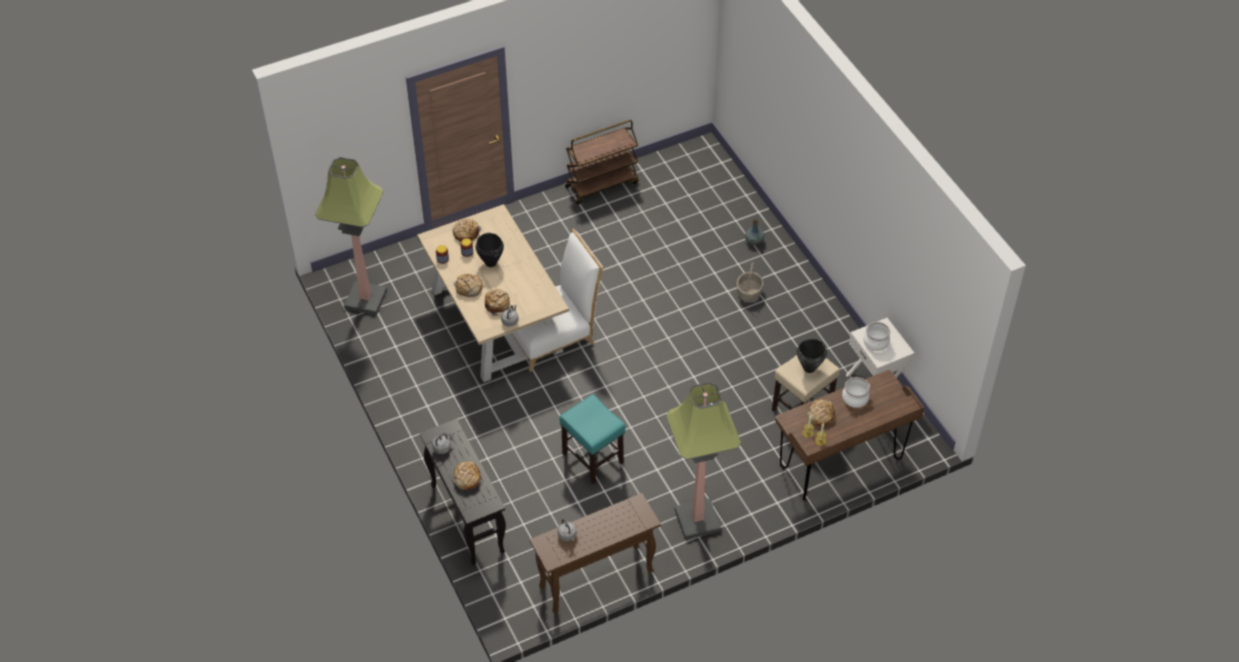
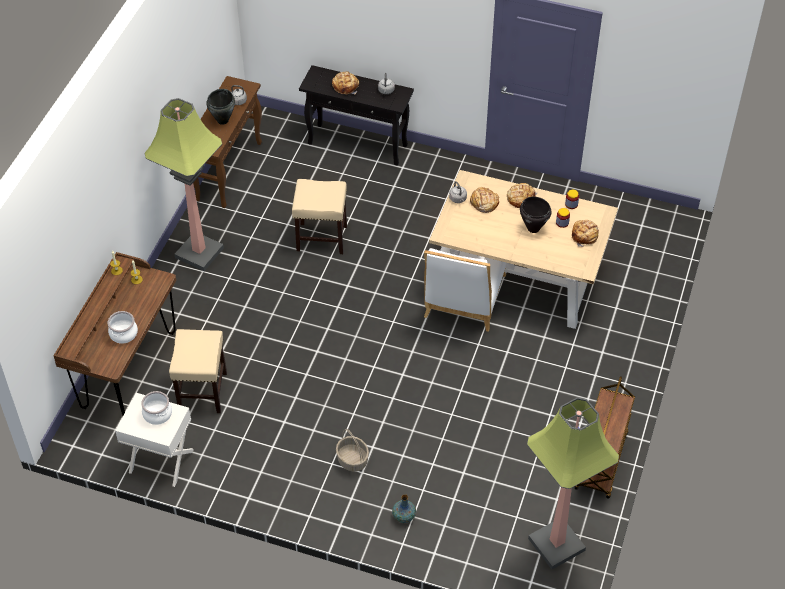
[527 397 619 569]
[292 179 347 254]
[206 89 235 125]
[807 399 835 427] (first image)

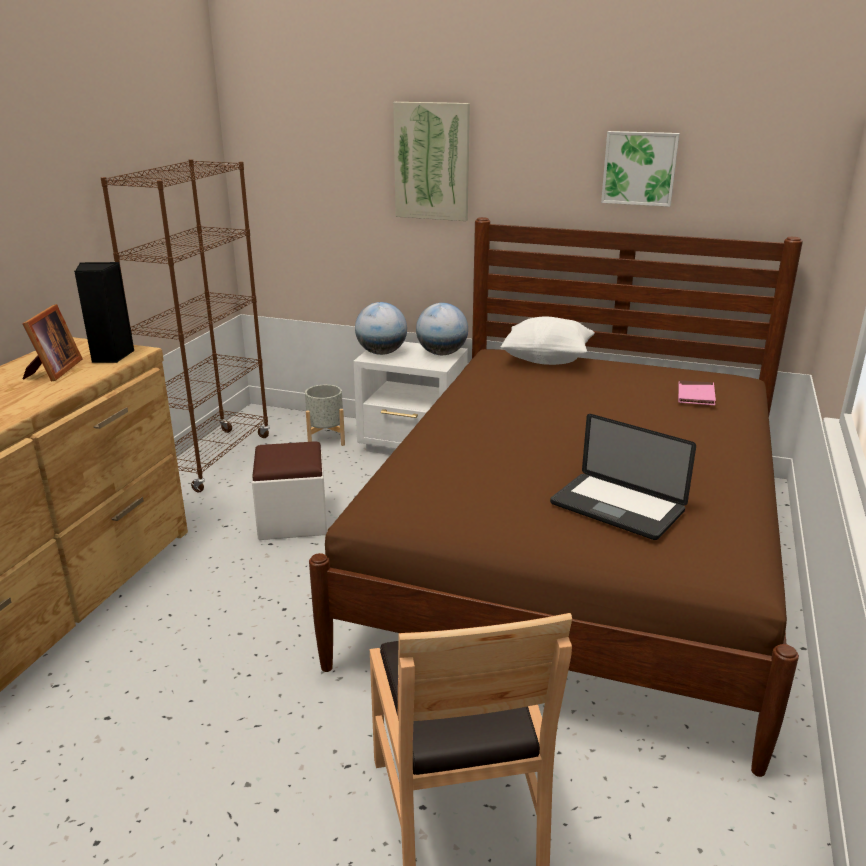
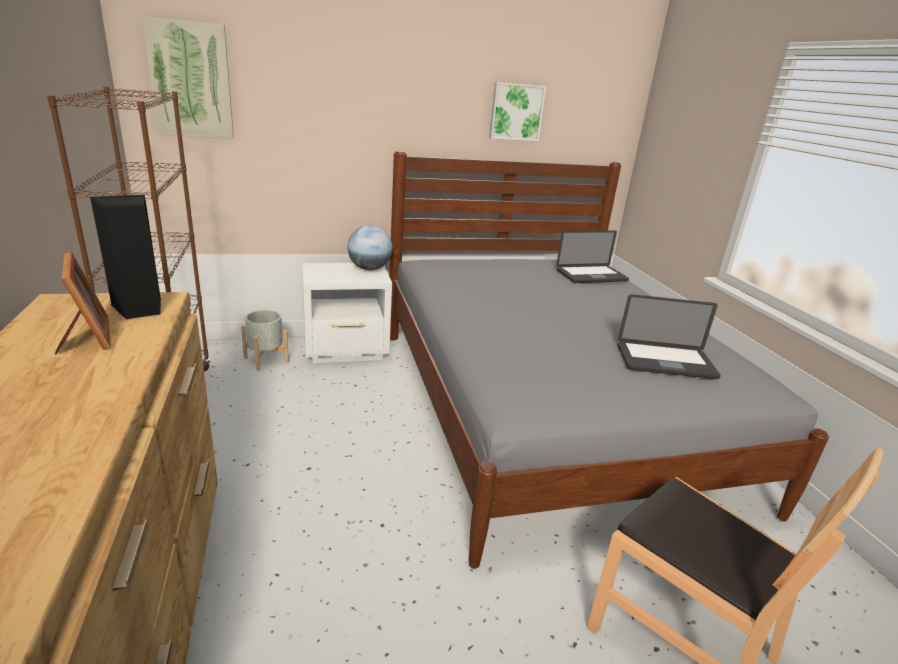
[252 441 327 540] (first image)
[389 151 829 569]
[355 302 407 355] (first image)
[142 17 234 138]
[500 317 594 365] (first image)
[556 231 629 283]

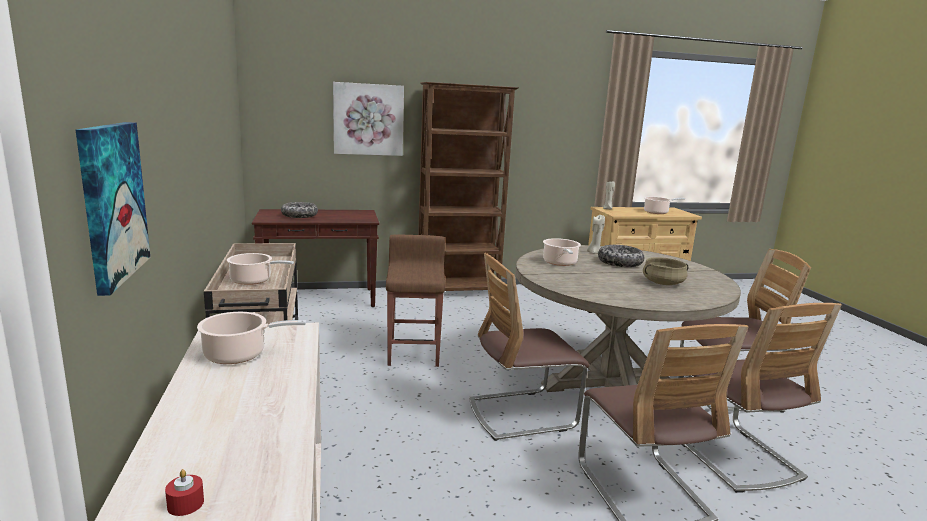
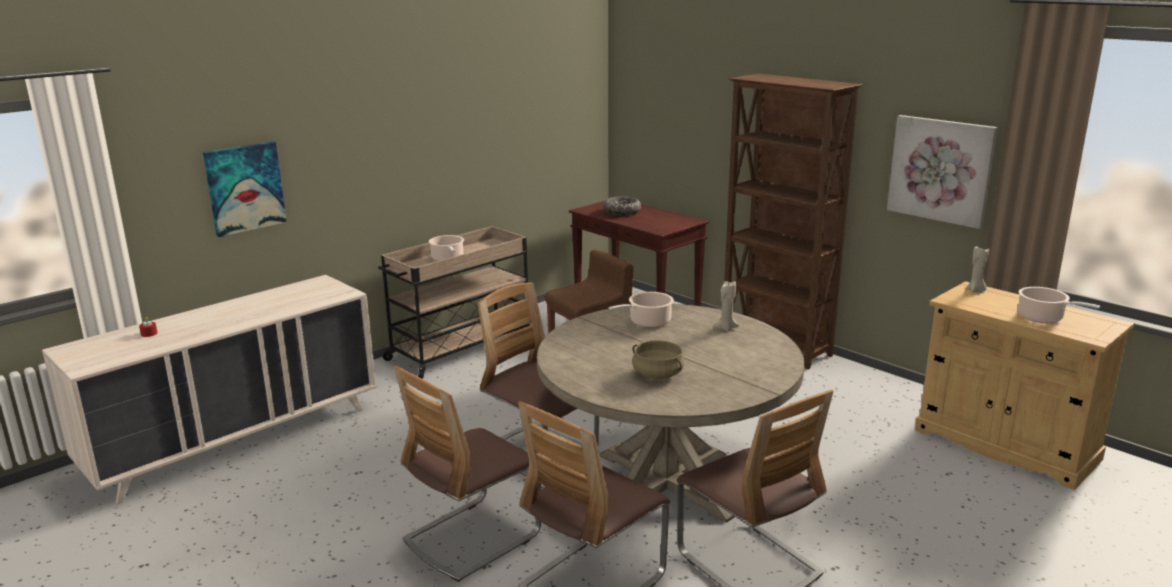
[197 312 307 364] (first image)
[887 115 998 229]
[598 245 644 267] (first image)

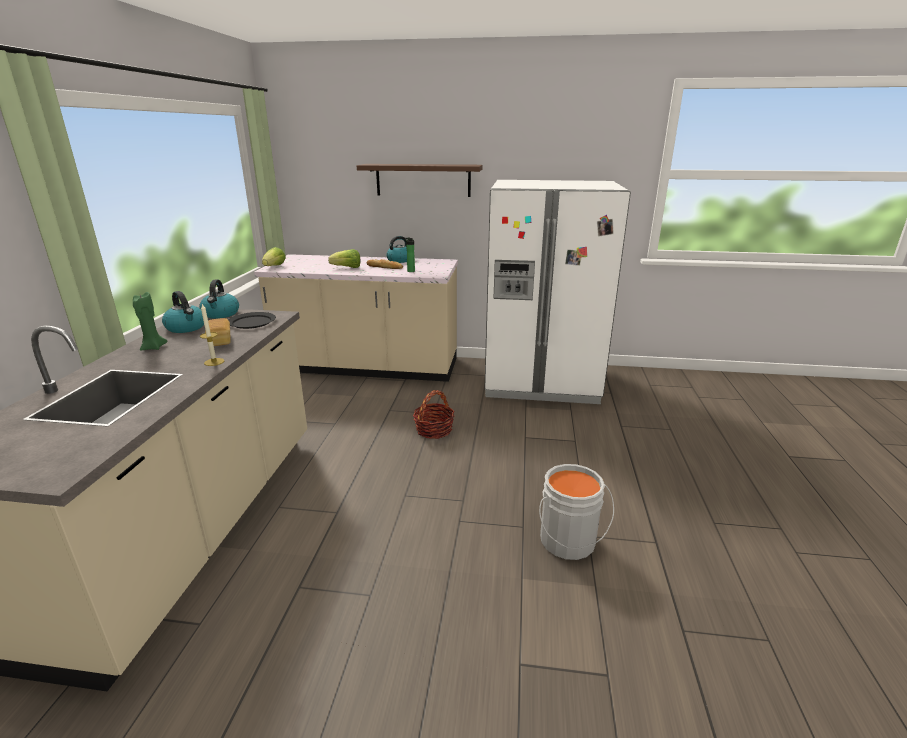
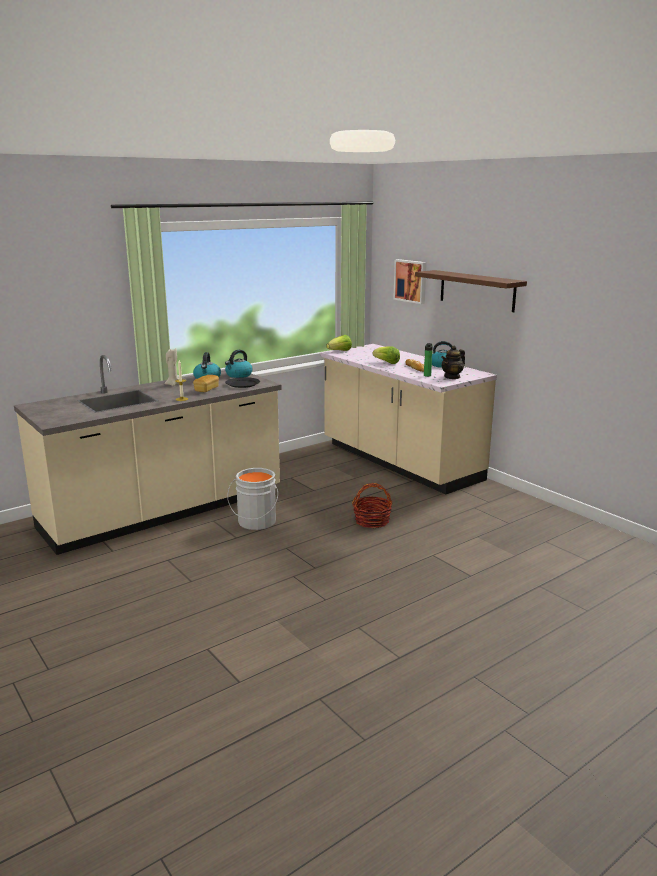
[164 348 183 386]
[485 180 631 404] (first image)
[227 468 278 530]
[393 259 427 304]
[441 345 465 379]

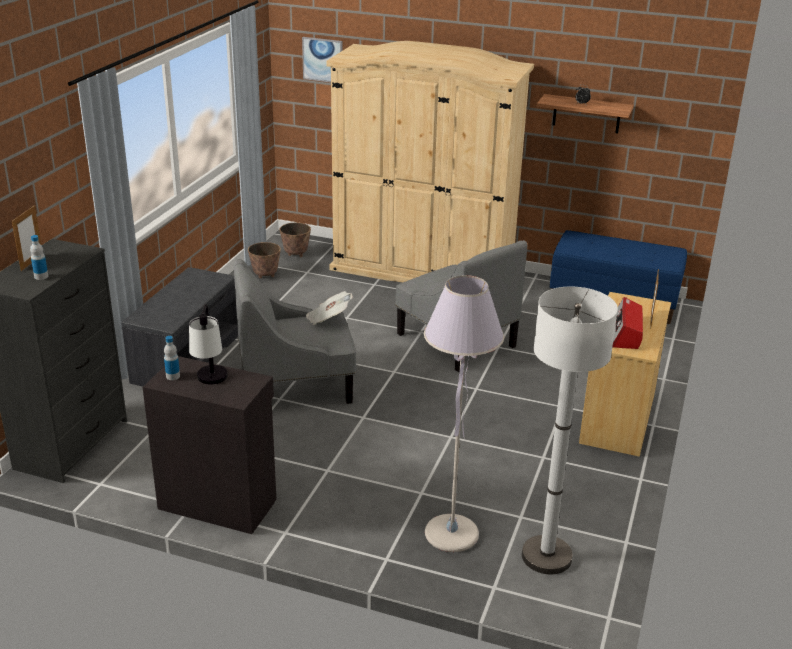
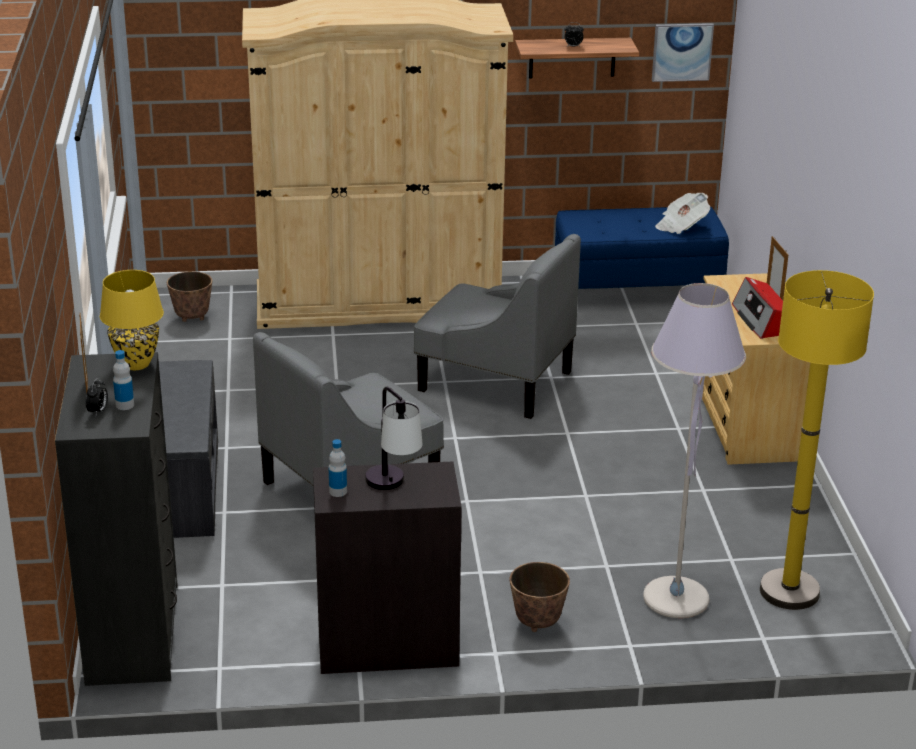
[510 562 570 632]
[652 23 714 82]
[655 193 710 234]
[760 270 874 610]
[86 378 108 415]
[100 270 164 370]

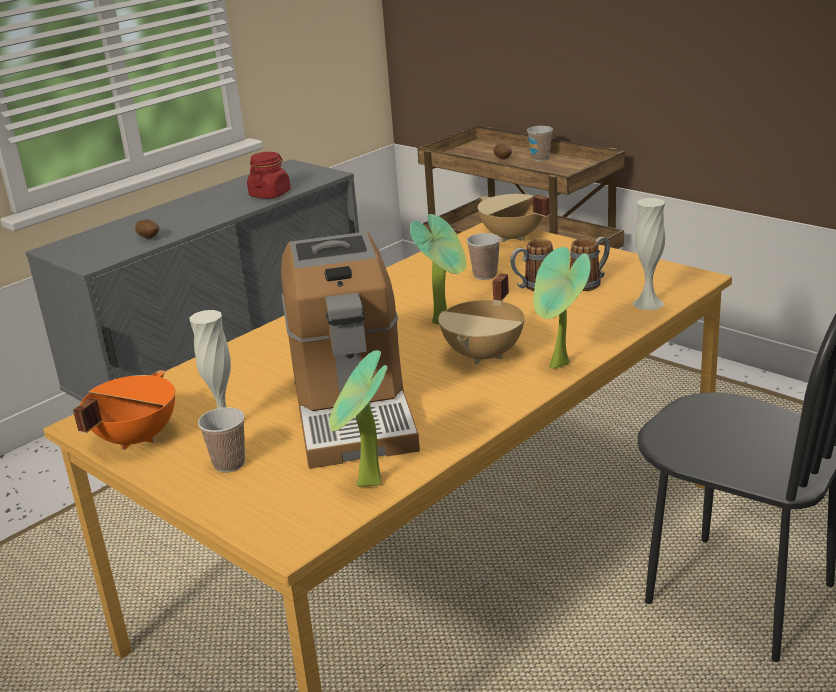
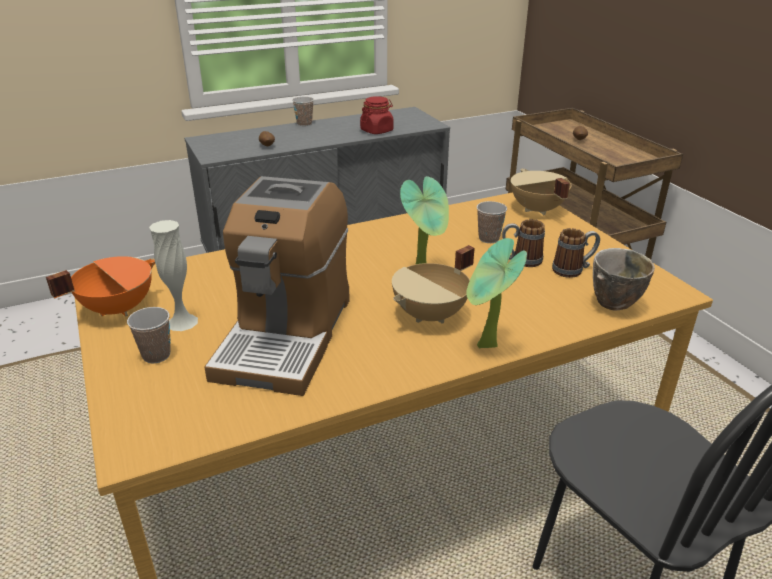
[329 350 387 487] (first image)
[292 96 314 126]
[593 248 655 310]

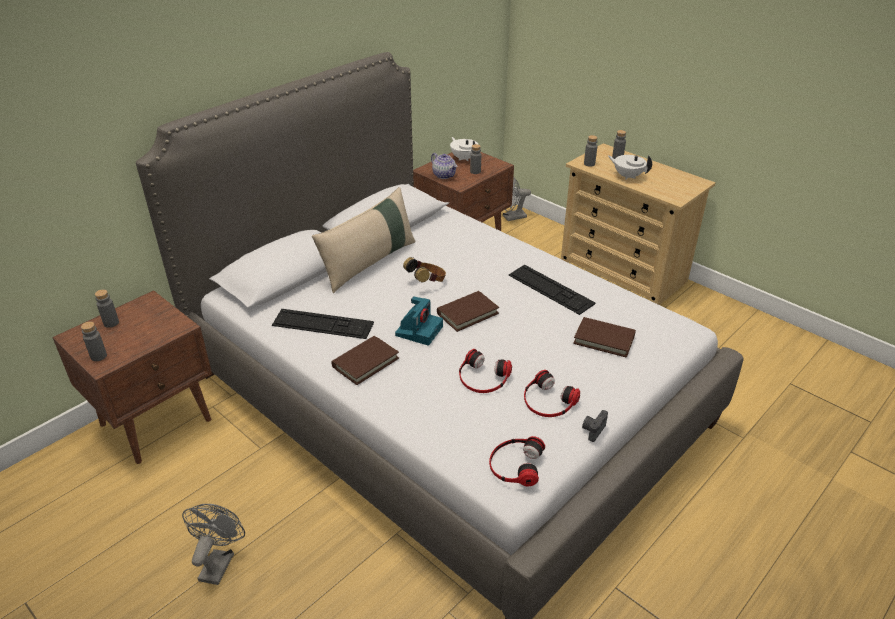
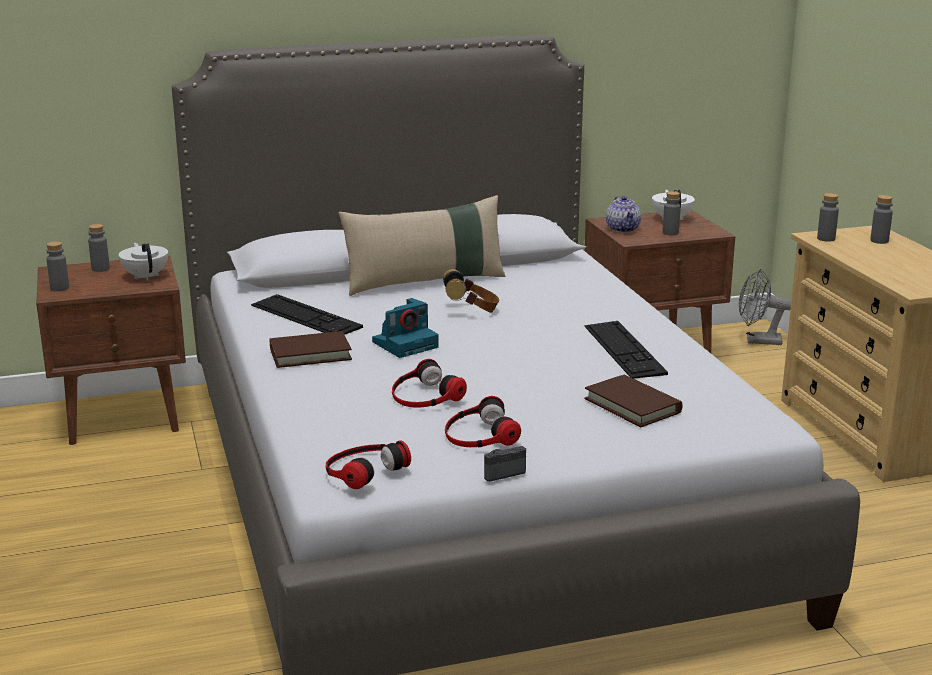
[182 504 245 585] (first image)
[437 291 499 332] (first image)
[118 243 168 281]

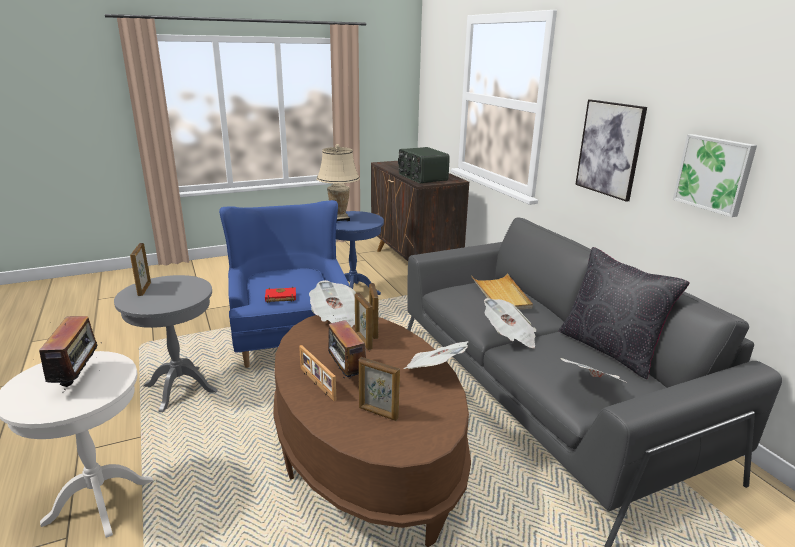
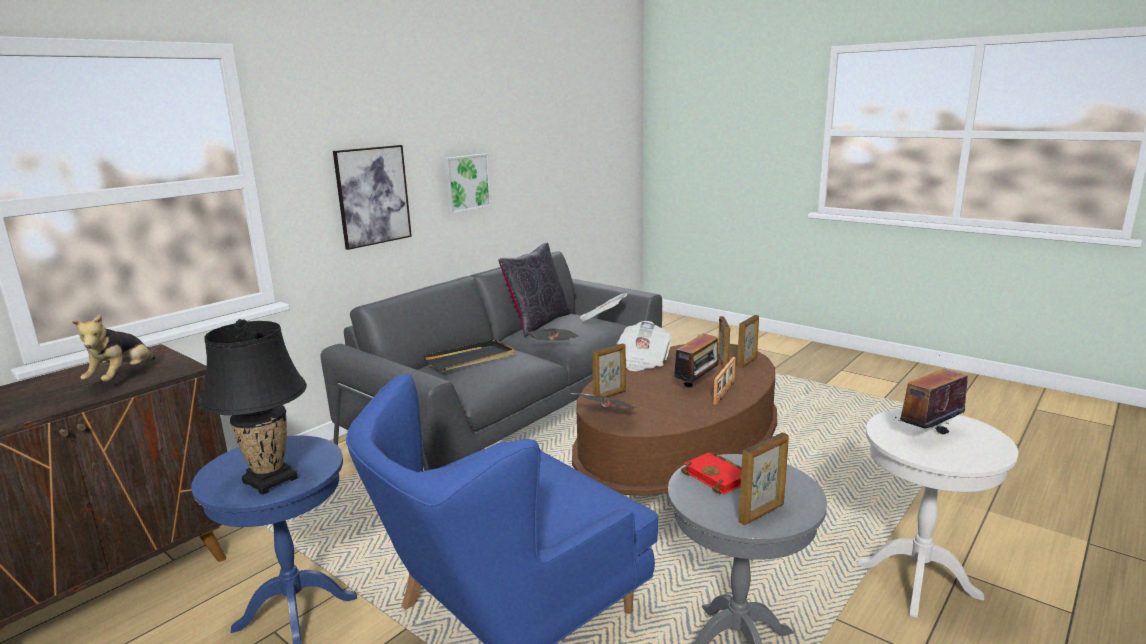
[681 452 742 494]
[200 319 307 495]
[737 315 759 369]
[72 314 155 382]
[424 339 515 373]

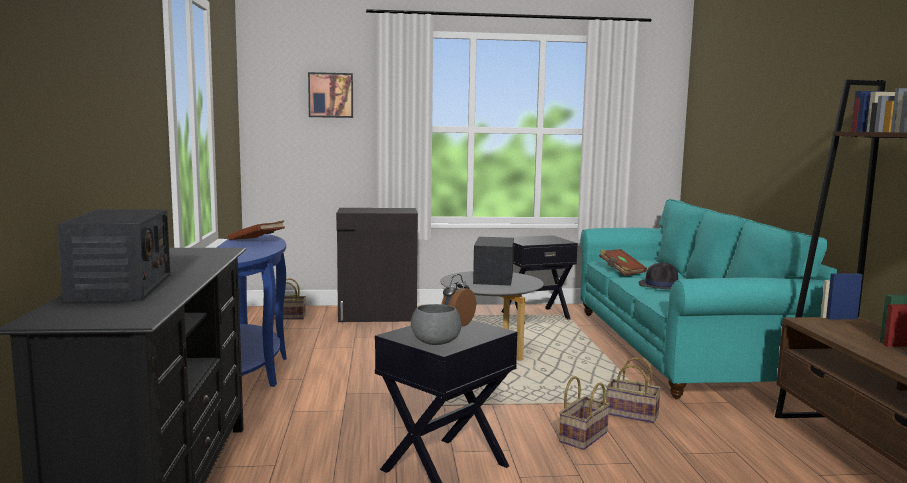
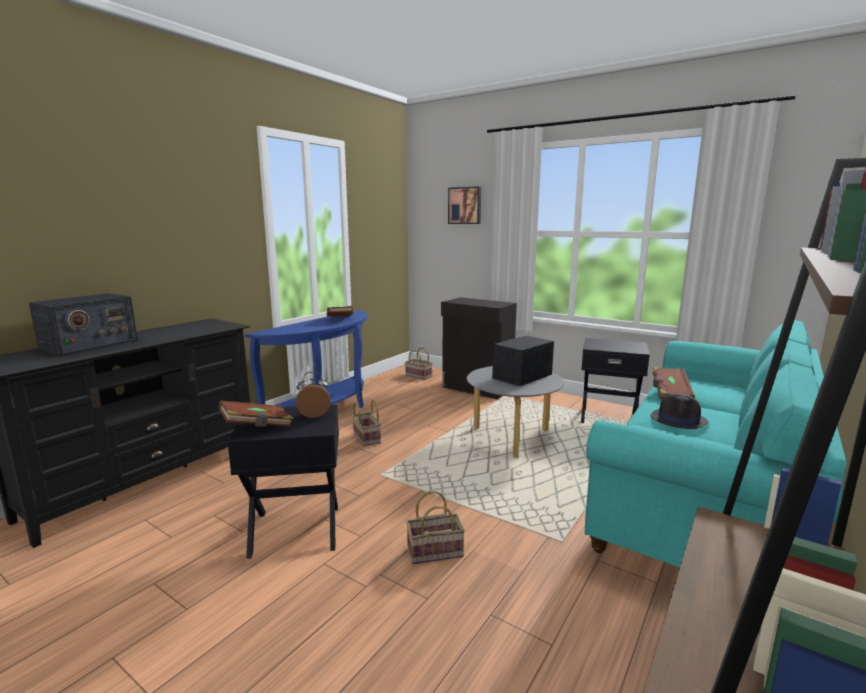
[218 401 293 427]
[352 399 381 446]

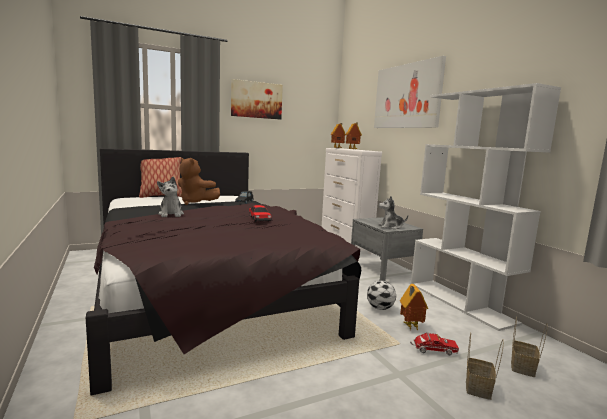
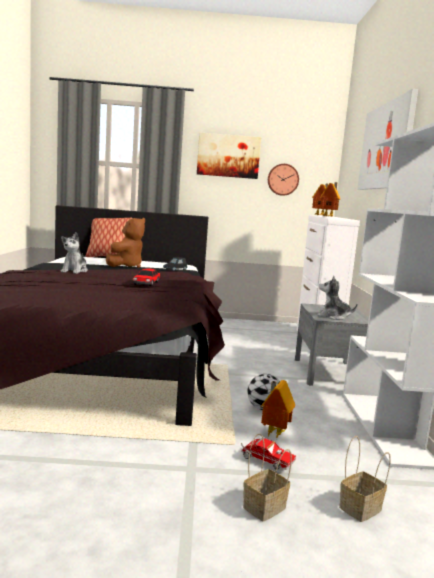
[106 218 145 268]
[268 164 299 196]

